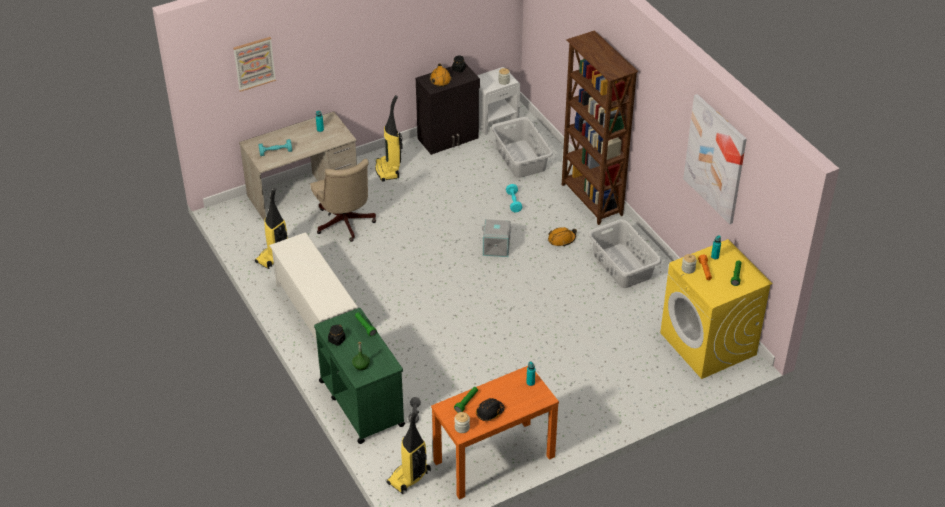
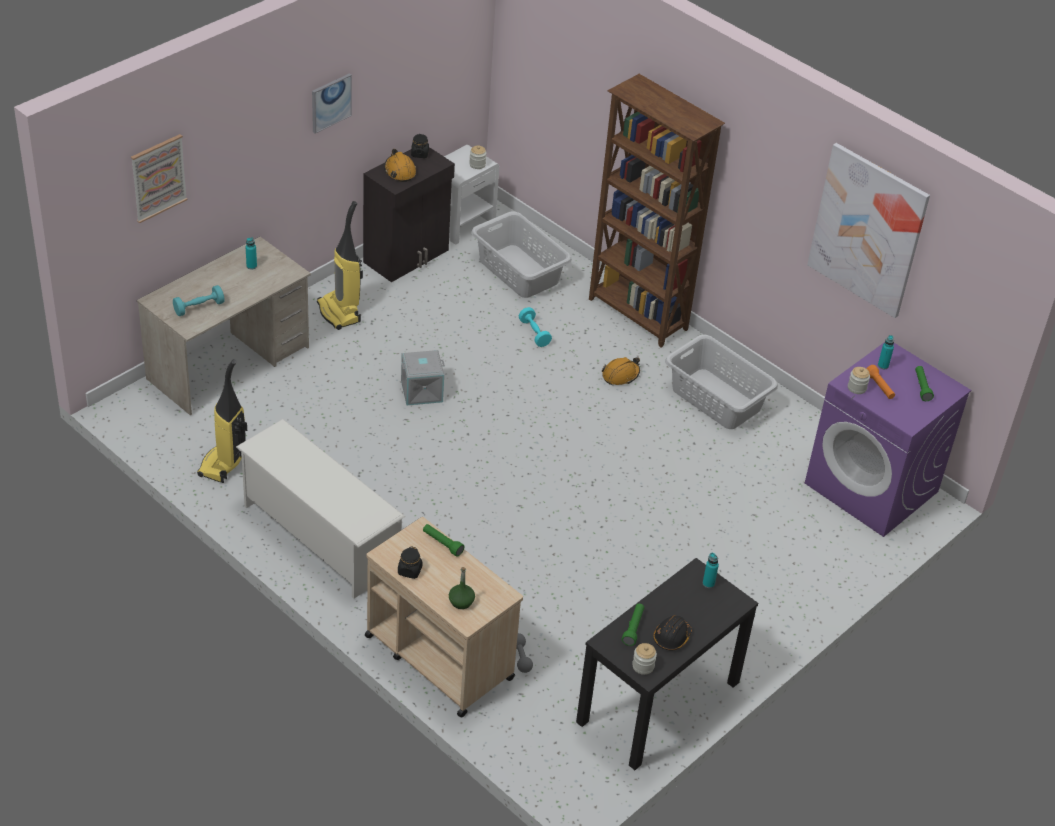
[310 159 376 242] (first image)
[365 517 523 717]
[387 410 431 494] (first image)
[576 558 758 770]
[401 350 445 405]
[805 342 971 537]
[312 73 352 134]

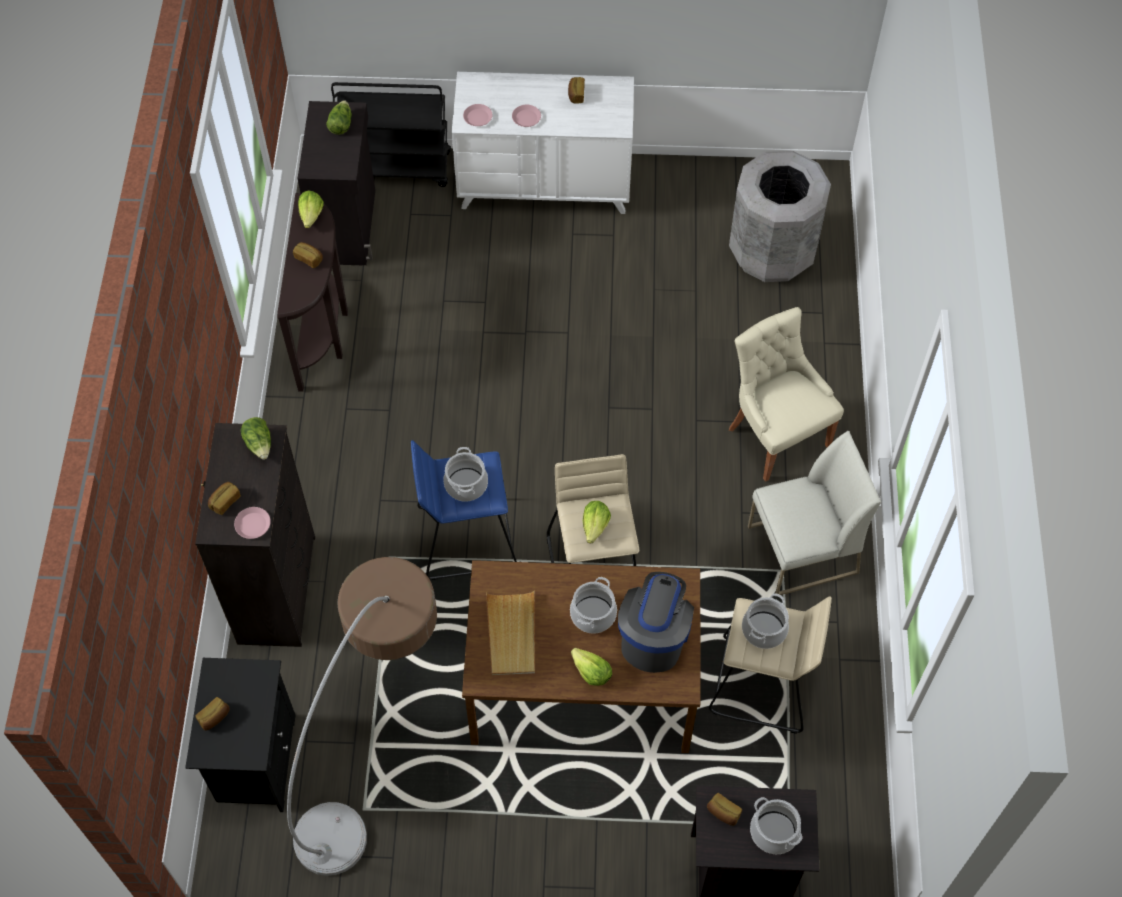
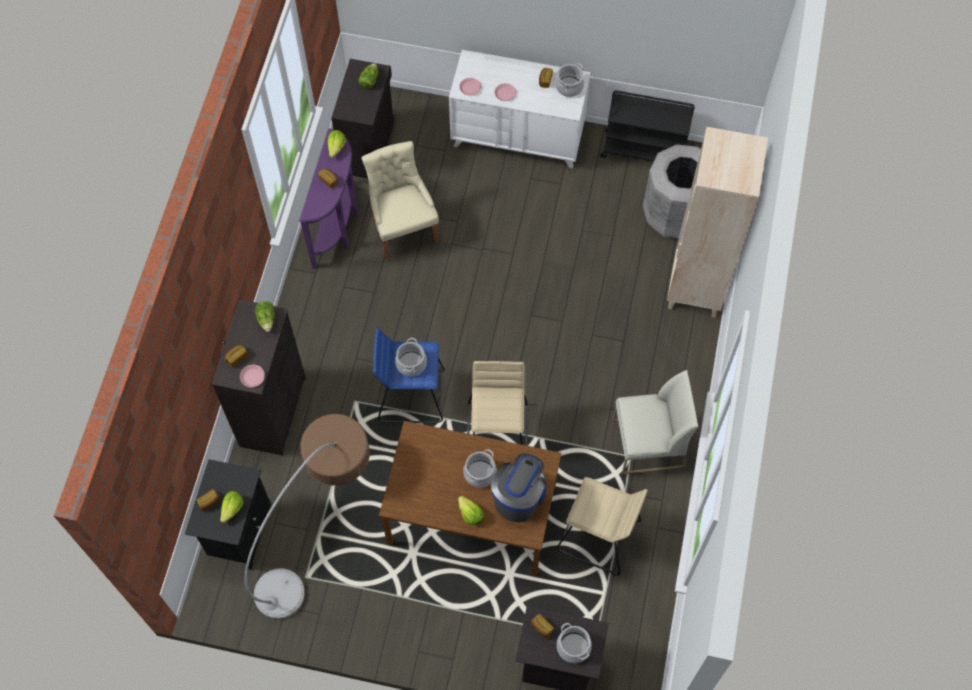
[299 128 358 269]
[600 90 695 162]
[486 590 535 675] (first image)
[220 491 244 523]
[362 141 439 259]
[555 63 584 97]
[667 127 768 318]

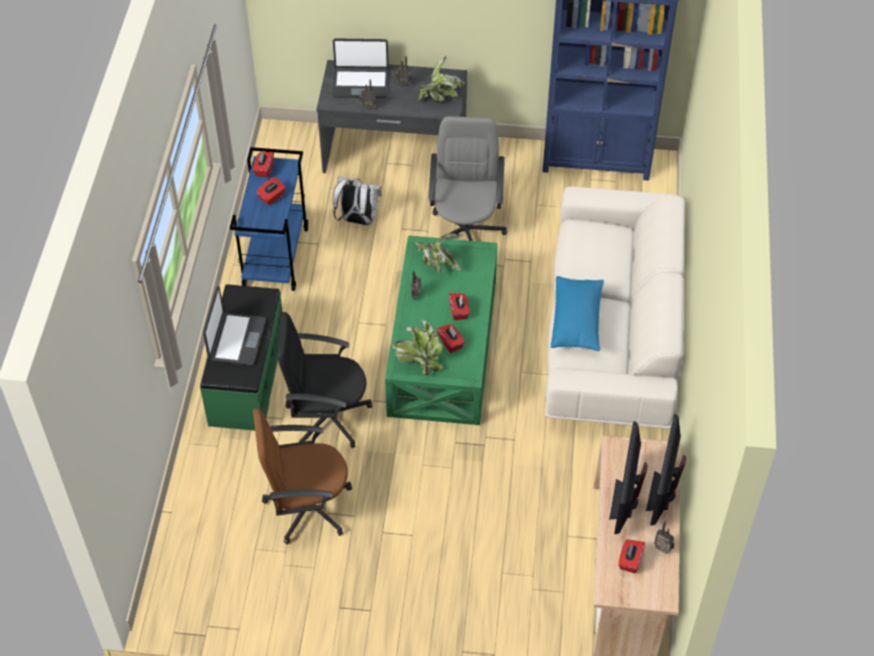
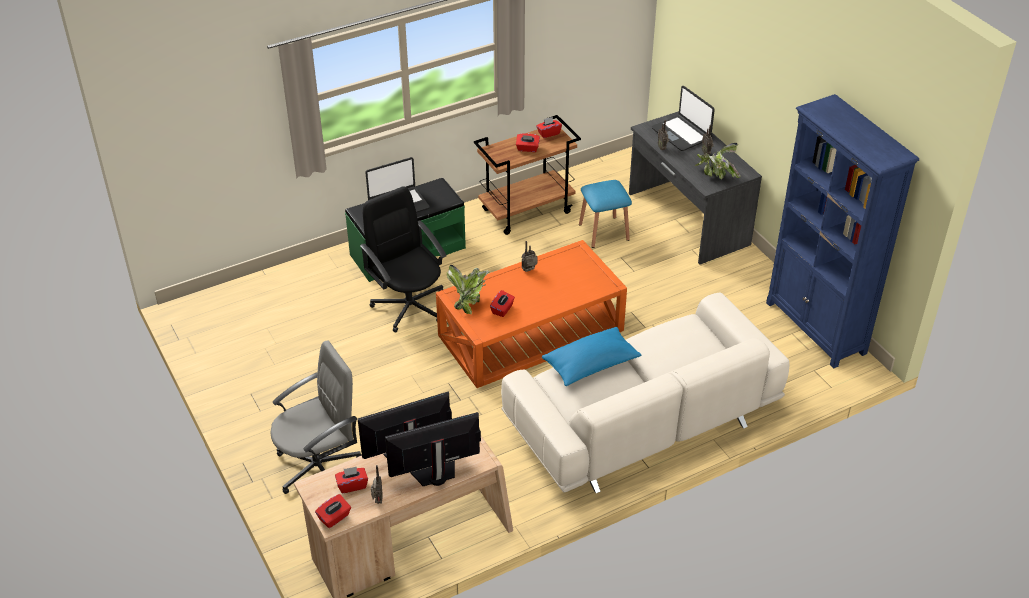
[474 115 581 235]
[253 408 352 544] (first image)
[579 180 632 248]
[436 240 627 388]
[414 233 461 273] (first image)
[270 340 362 494]
[315 494 351 528]

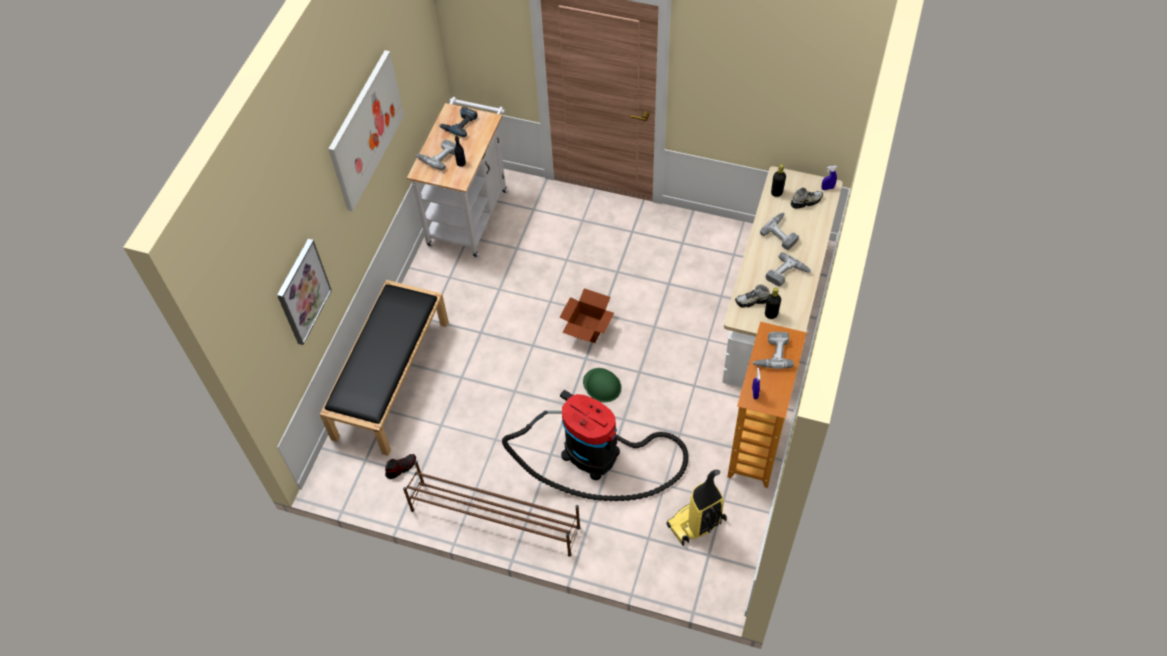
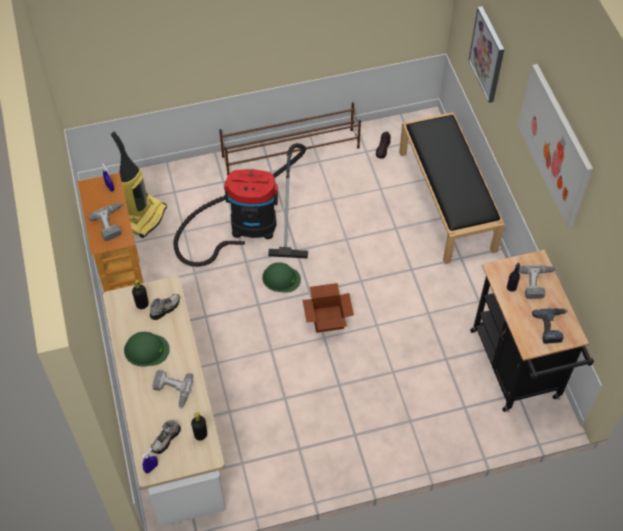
[470 250 594 413]
[124 332 170 366]

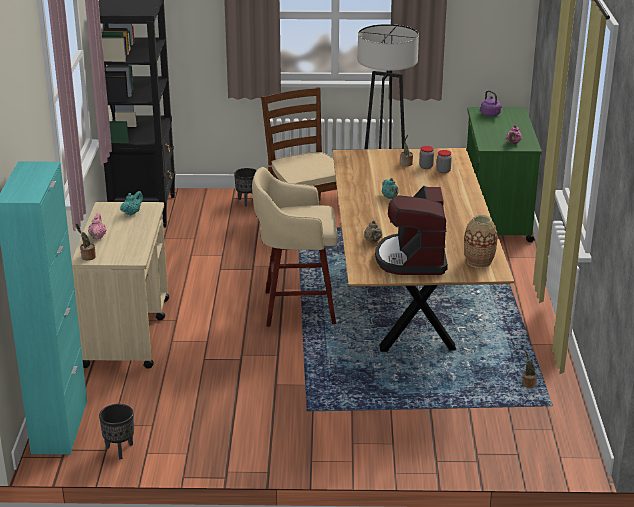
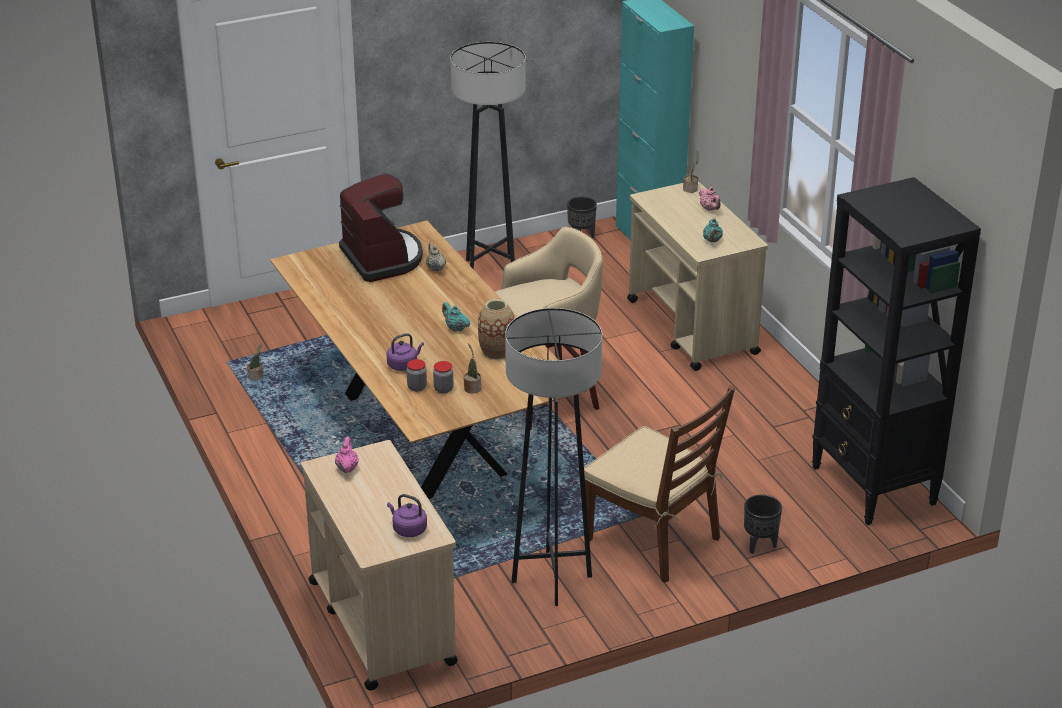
[478 299 515 360]
[301 440 458 691]
[386 333 424 371]
[450 42 526 270]

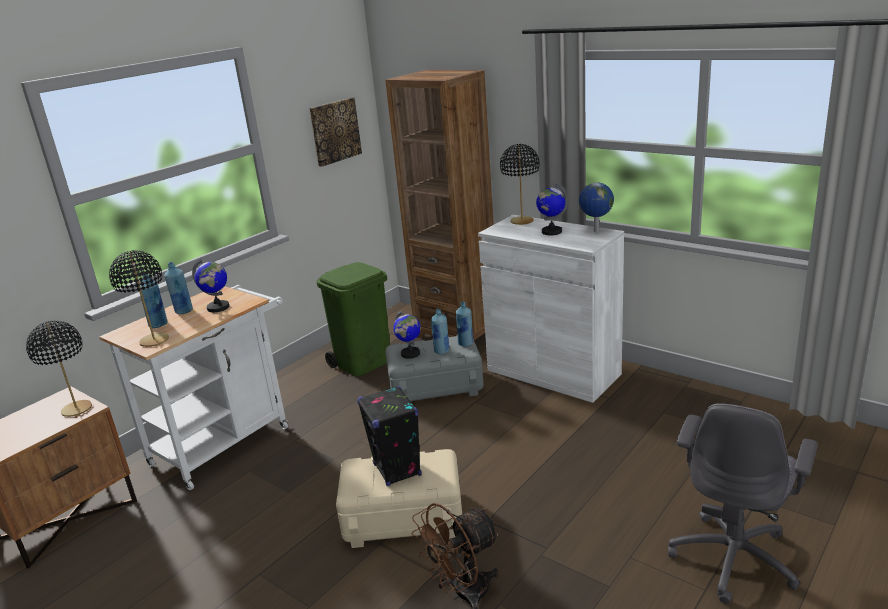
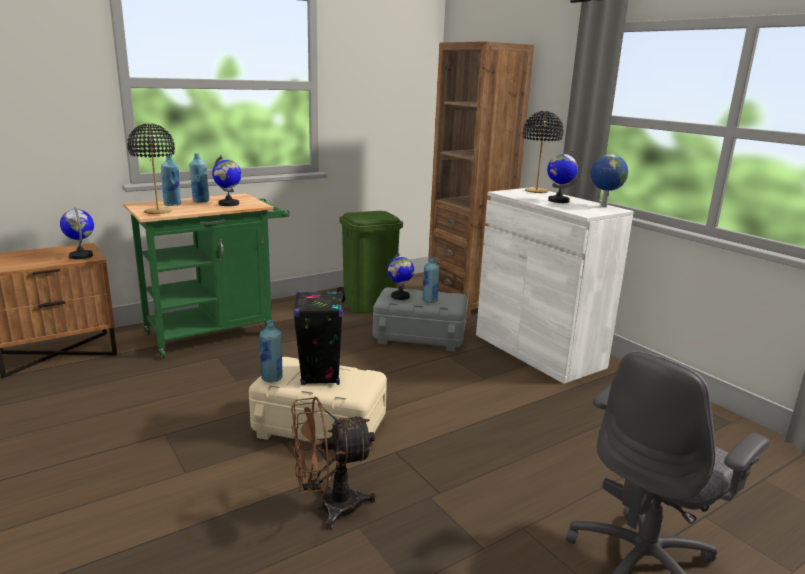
[60 207 94 259]
[123 193 290 358]
[309 98 362 167] (first image)
[260 320 283 382]

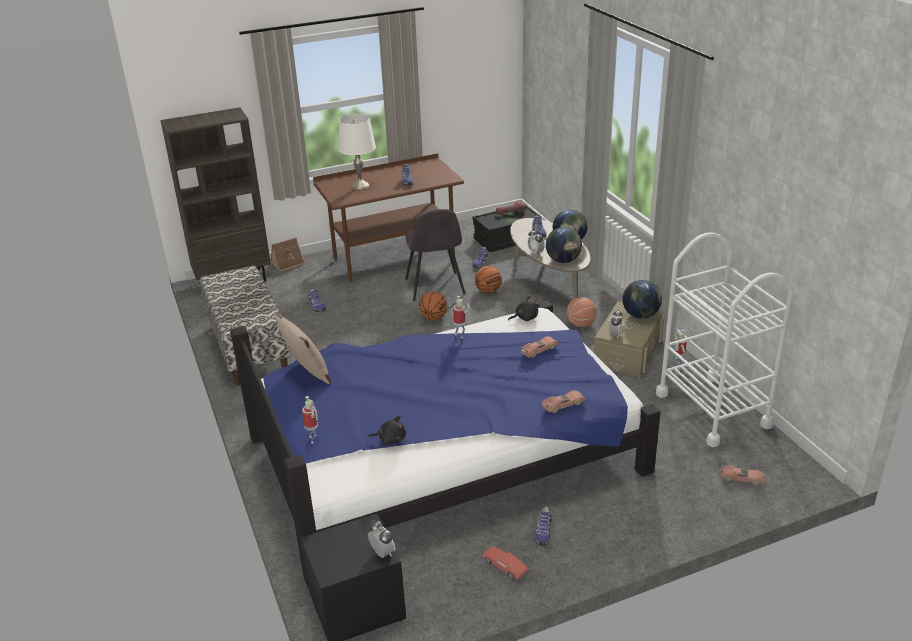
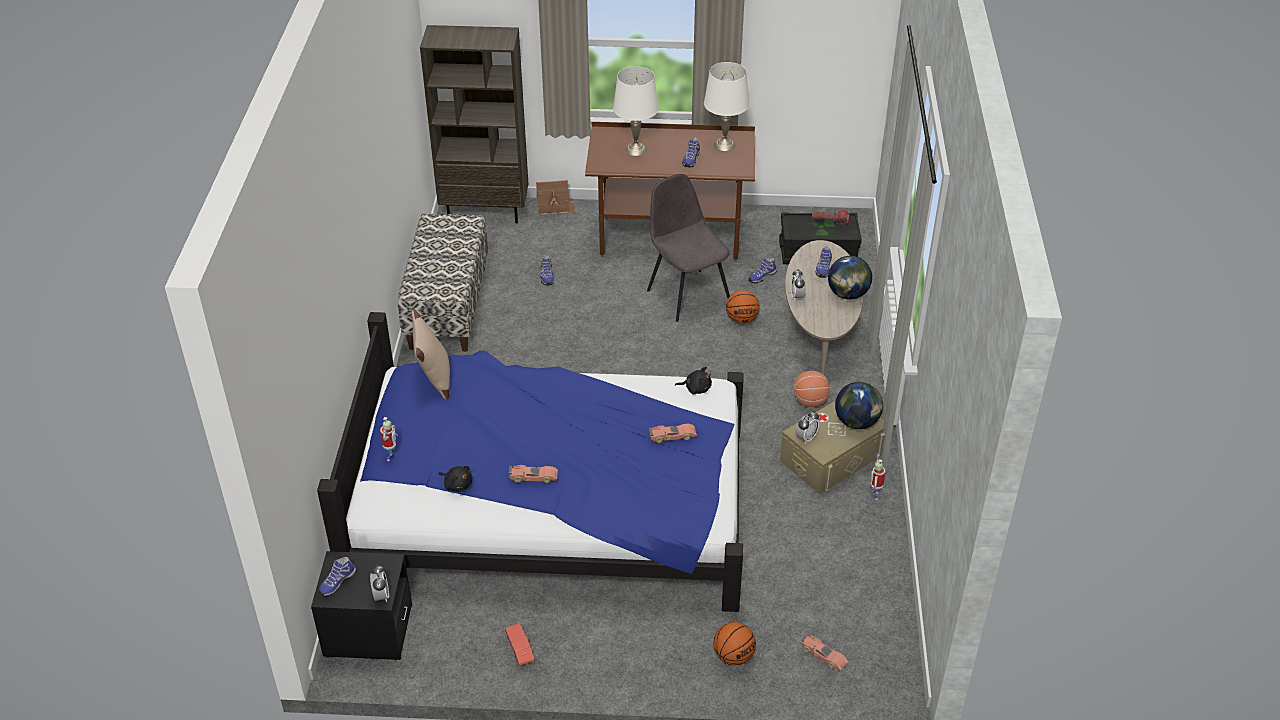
[647 174 730 322]
[713 622 756 665]
[451 296 471 338] (first image)
[319 557 357 597]
[509 465 558 483]
[546 227 582 263] (first image)
[656 232 794 447] (first image)
[704 62 749 151]

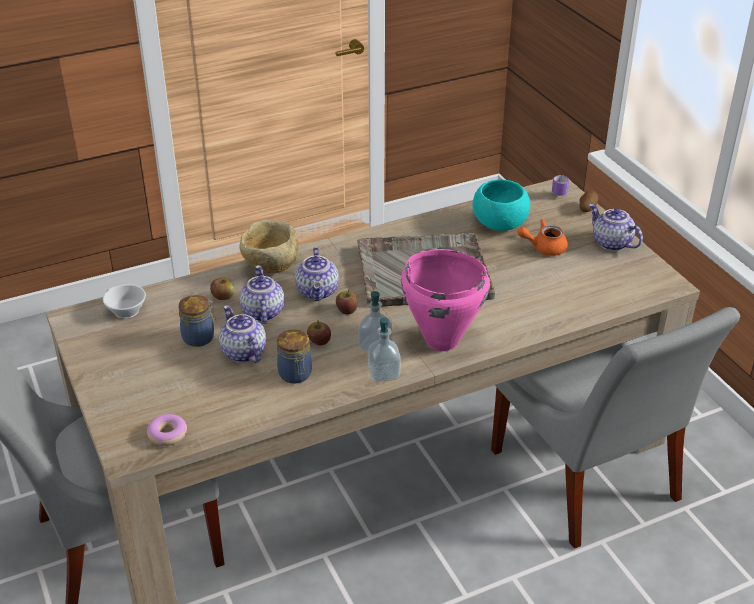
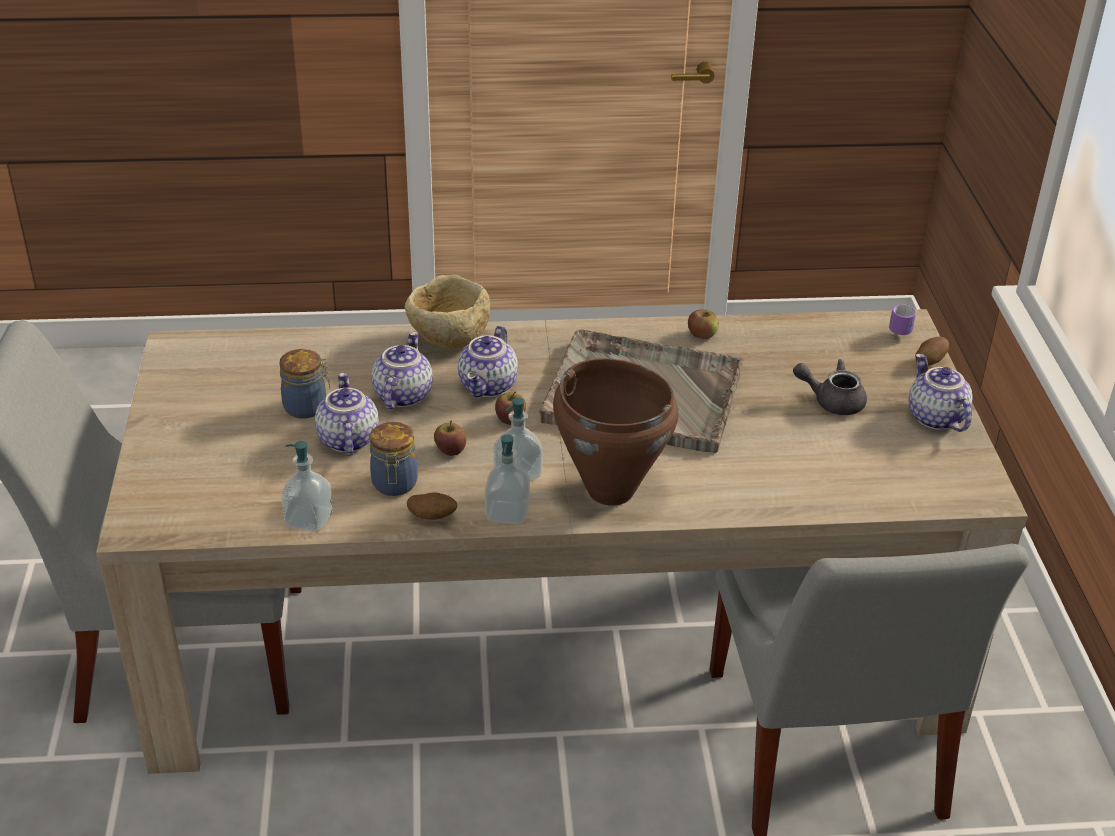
[103 284 146 319] (first image)
[147 414 187 446] (first image)
[688 309 719 339]
[553 358 679 506]
[472 180 530 231] (first image)
[793 359 867 415]
[281 441 333 533]
[407 492 457 520]

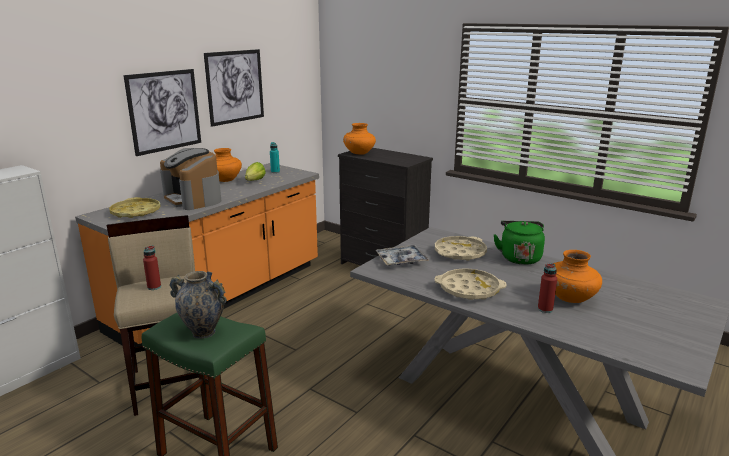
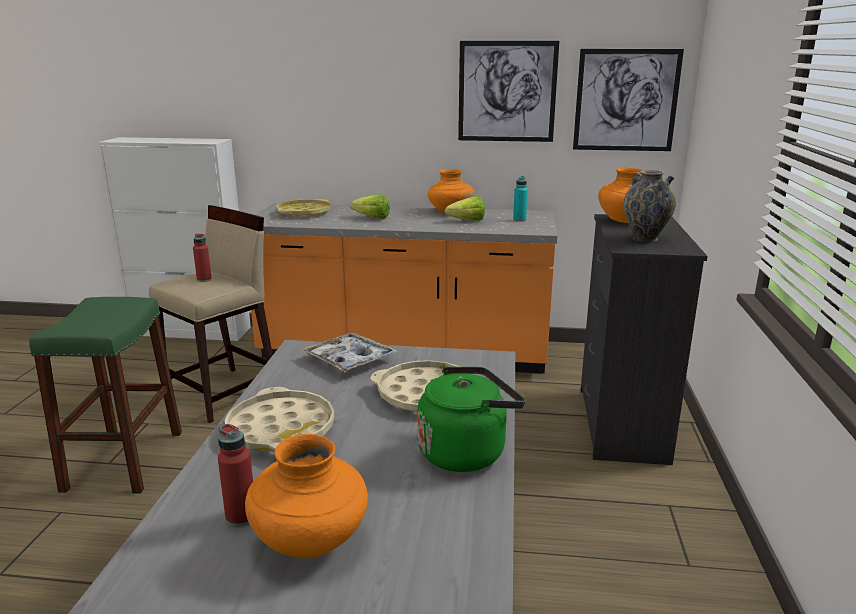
[573 49 684 151]
[350 194 390 219]
[624 170 676 242]

